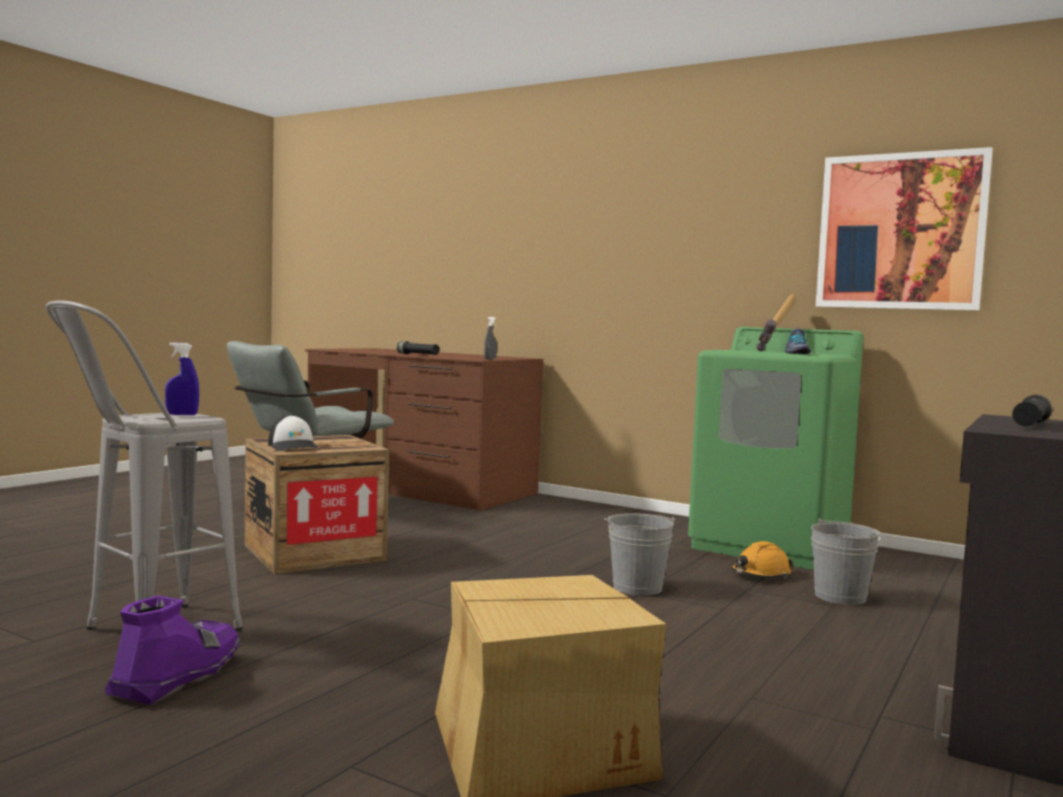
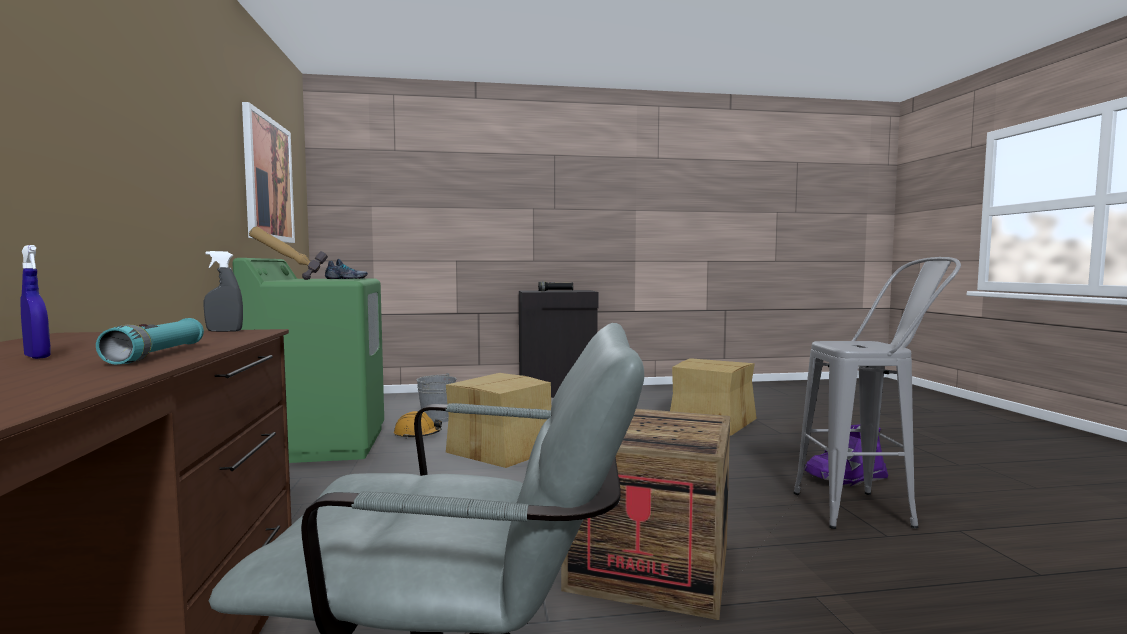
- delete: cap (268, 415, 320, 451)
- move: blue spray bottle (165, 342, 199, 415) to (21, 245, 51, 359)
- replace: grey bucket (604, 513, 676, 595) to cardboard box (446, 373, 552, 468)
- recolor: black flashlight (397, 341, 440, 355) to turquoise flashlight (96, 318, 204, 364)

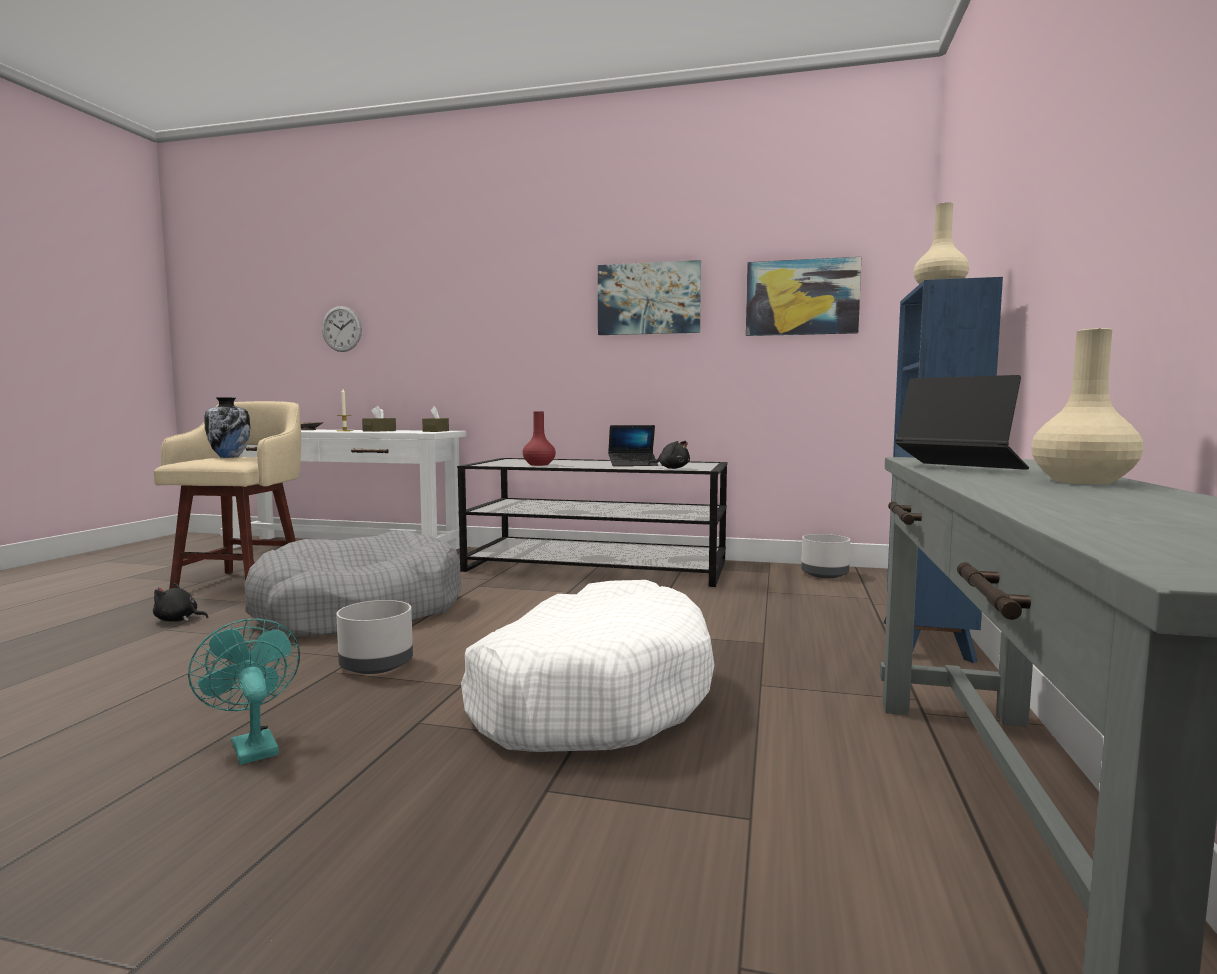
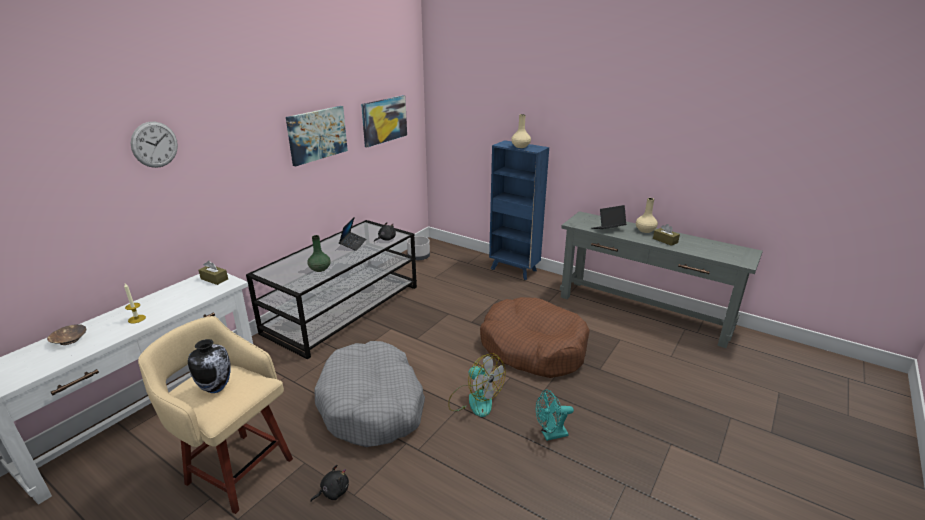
- move: wall clock (322, 306, 362, 352) to (131, 122, 178, 168)
- move: brown tissue box (362, 406, 396, 432) to (653, 224, 680, 246)
- replace: grey planter (336, 600, 413, 674) to fan (448, 353, 506, 417)
- recolor: white dog bed (461, 580, 714, 752) to brown dog bed (480, 297, 590, 378)
- recolor: red vase (523, 411, 556, 466) to green vase (308, 235, 331, 272)
- rotate: black plush toy (153, 583, 208, 622) = (310, 465, 349, 502) 150 degrees counterclockwise

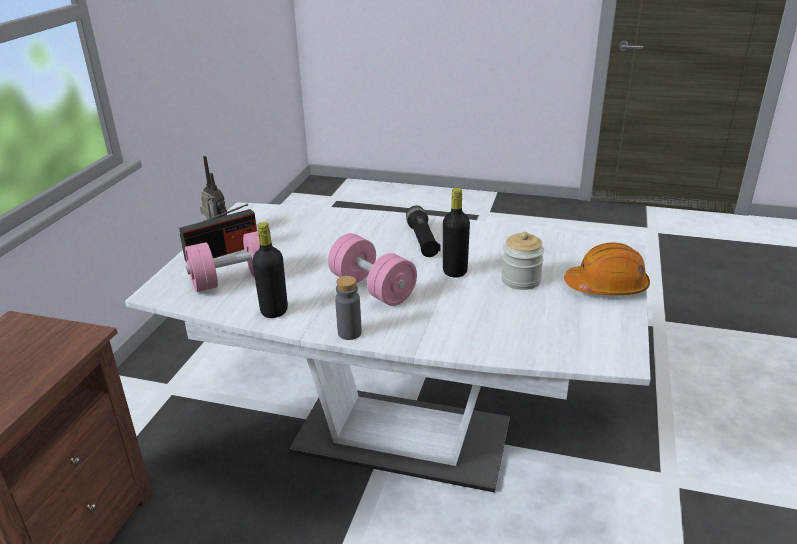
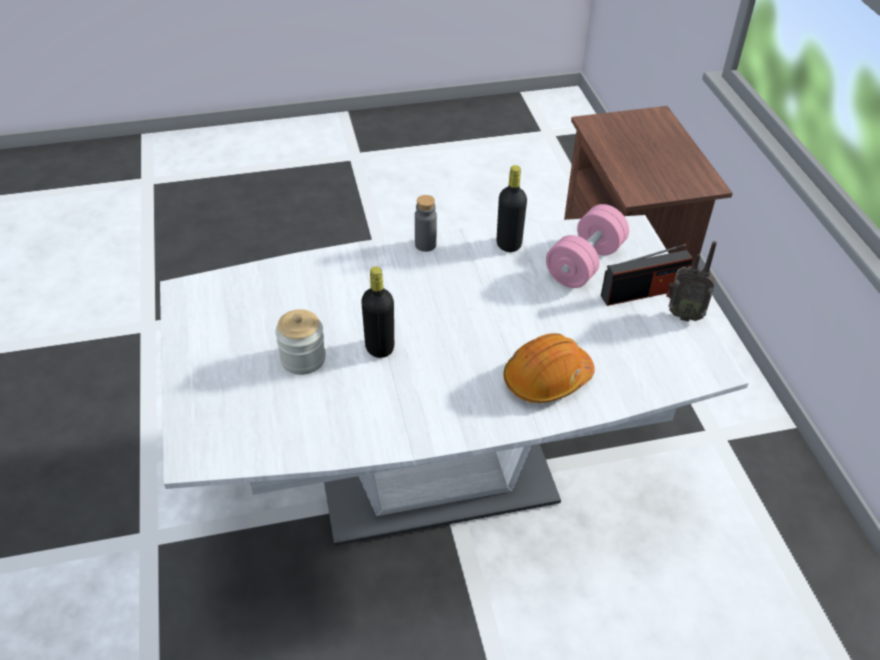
- delete: pink dumbbell (328, 233, 417, 306)
- delete: black flashlight (406, 206, 441, 257)
- move: orange hard hat (564, 242, 650, 295) to (503, 333, 595, 403)
- rotate: radio (179, 204, 257, 262) = (601, 244, 693, 306) 135 degrees counterclockwise

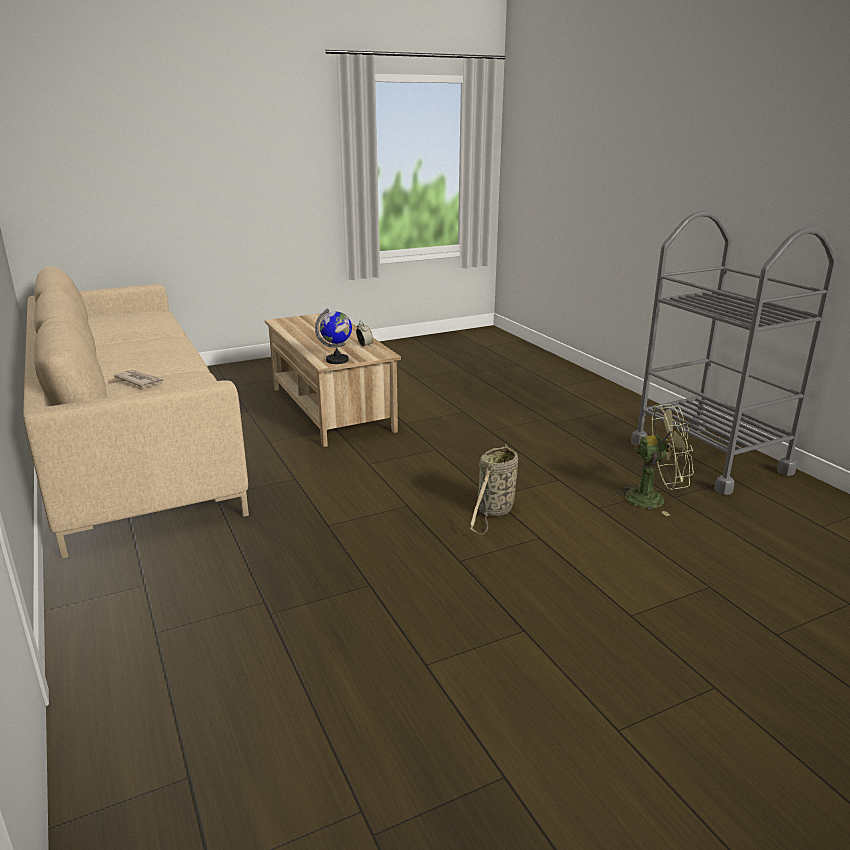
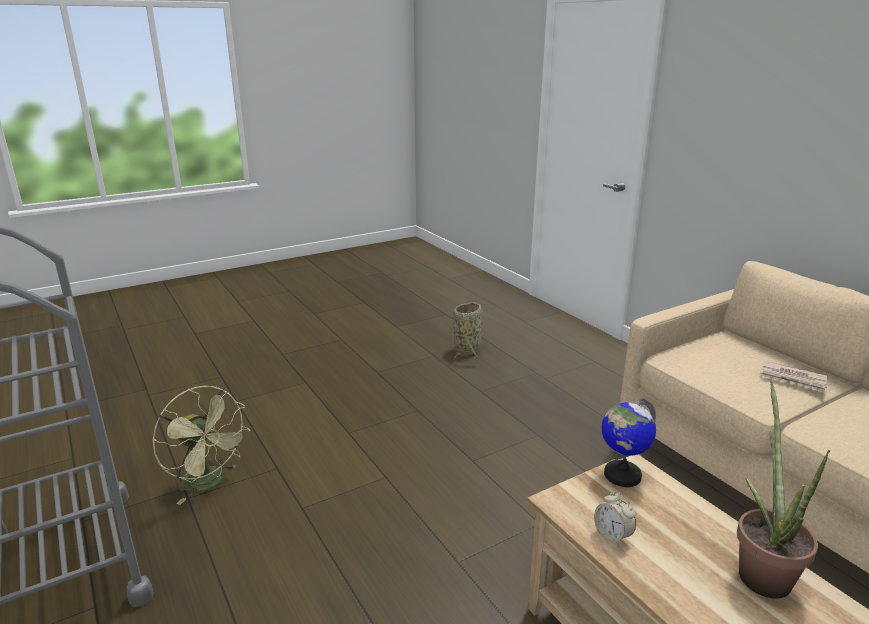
- insert: potted plant (737, 382, 830, 599)
- move: basket (470, 444, 519, 534) to (453, 302, 483, 361)
- rotate: green fan (612, 404, 694, 516) = (152, 386, 250, 505) 135 degrees counterclockwise

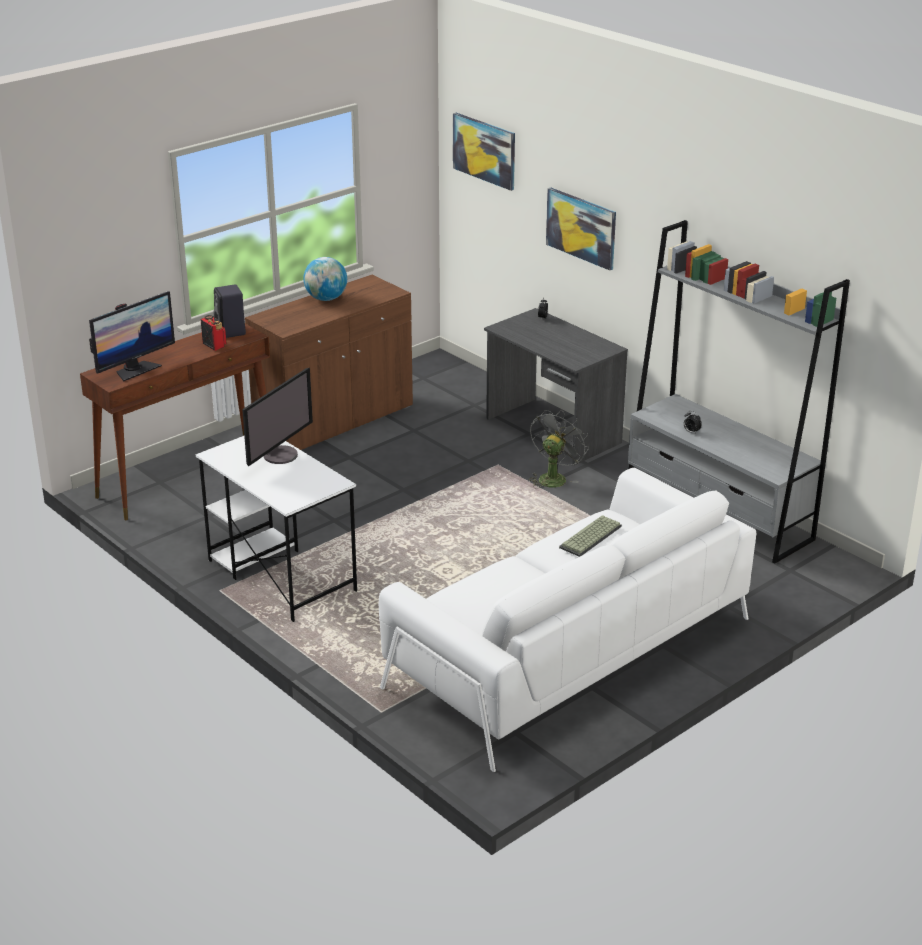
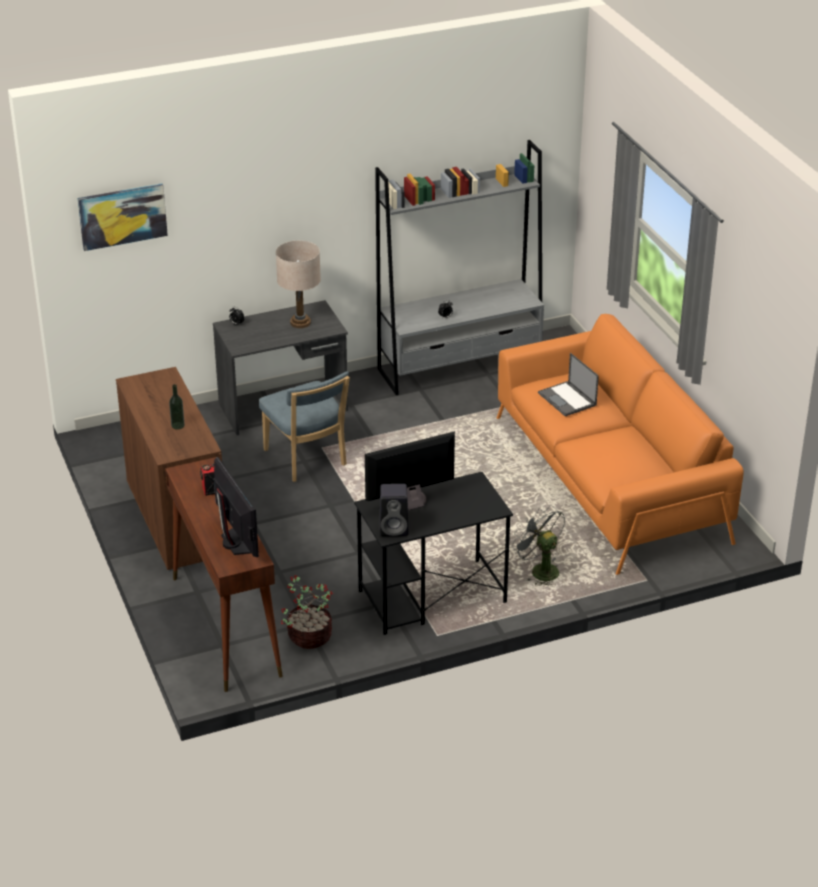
- delete: globe (303, 257, 347, 301)
- delete: picture (546, 188, 616, 271)
- insert: bottle (169, 384, 185, 429)
- insert: blue chair (259, 371, 350, 482)
- insert: beige table lamp (276, 241, 321, 328)
- insert: potted plant (281, 575, 334, 649)
- move: black speaker (214, 284, 246, 338) to (380, 484, 409, 536)
- move: grey fan (529, 409, 589, 488) to (512, 505, 565, 587)
- replace: keyboard (559, 515, 622, 557) to laptop (538, 353, 599, 416)
- recolor: white desk (196, 436, 357, 622) to black desk (354, 472, 513, 635)
- recolor: white sofa (379, 468, 756, 772) to orange sofa (497, 314, 744, 575)
- rotate: monitor (242, 368, 313, 467) = (365, 431, 455, 510) 75 degrees counterclockwise

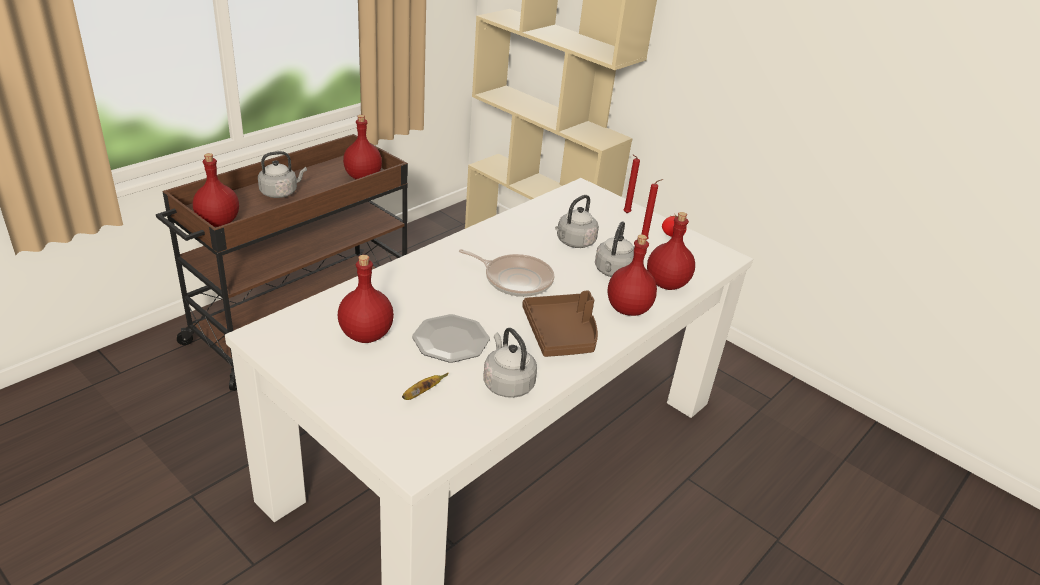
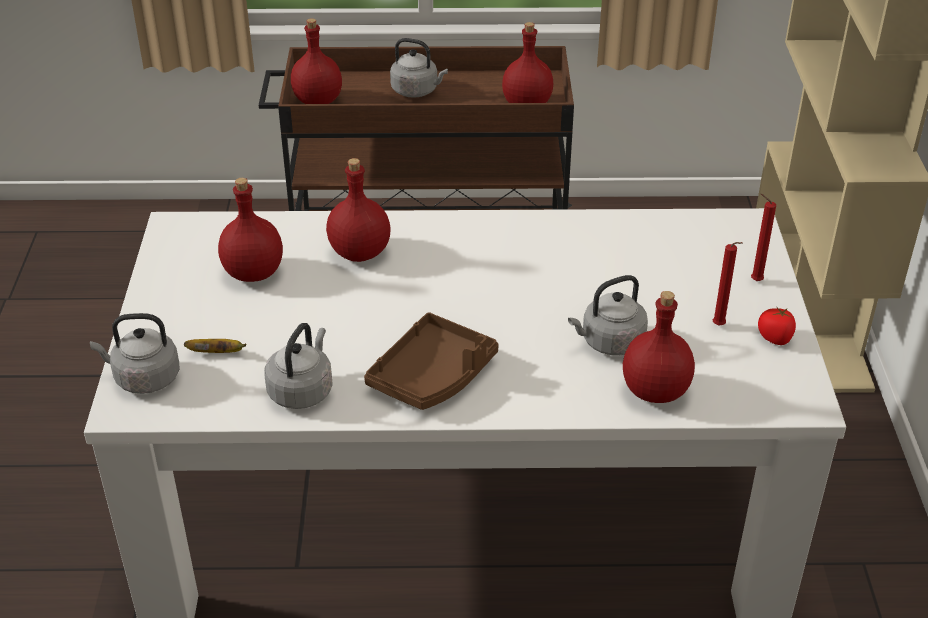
- delete: plate (412, 314, 490, 363)
- delete: frying pan (459, 249, 554, 297)
- move: grey kettle (555, 195, 599, 248) to (90, 313, 179, 394)
- move: red bottle (607, 235, 657, 316) to (326, 158, 391, 262)

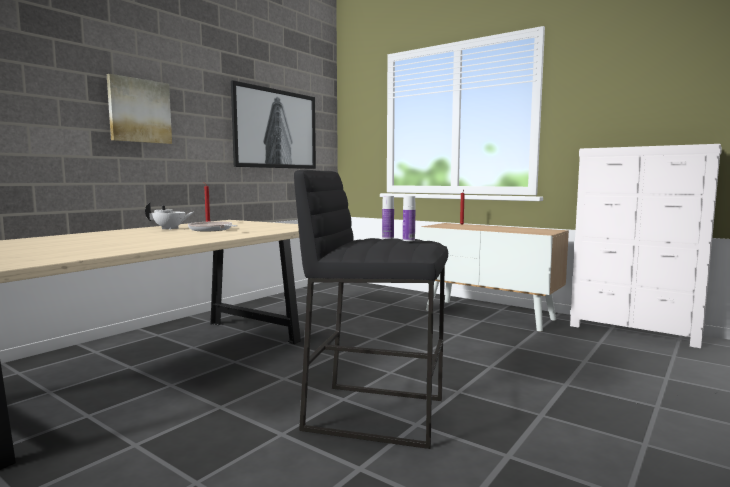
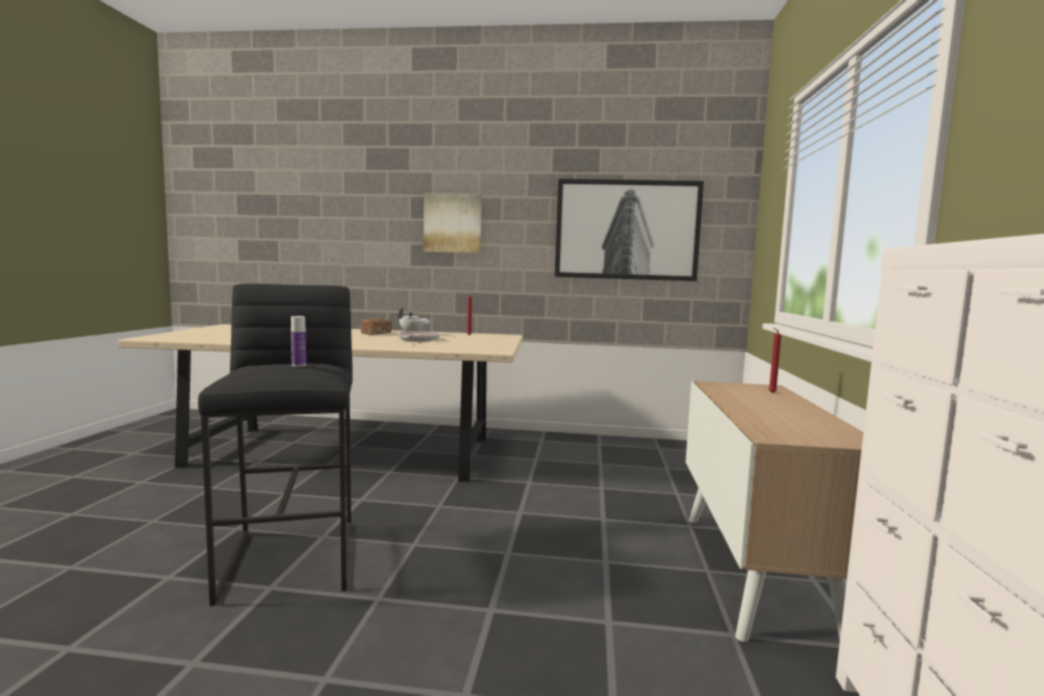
- delete: bottle (403, 196, 415, 241)
- insert: bread (360, 318, 392, 335)

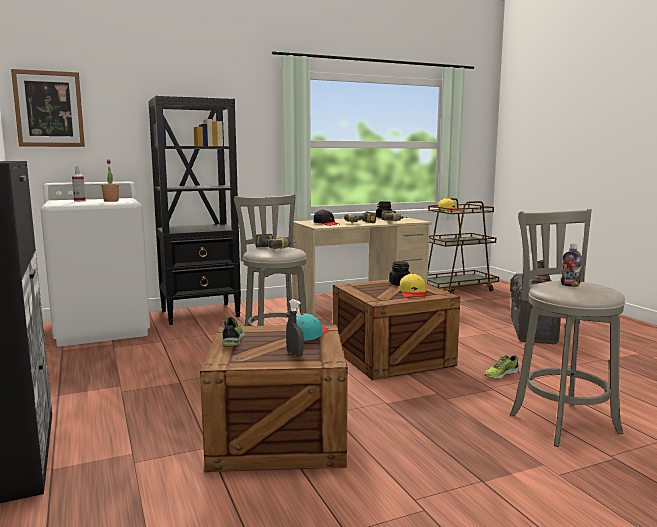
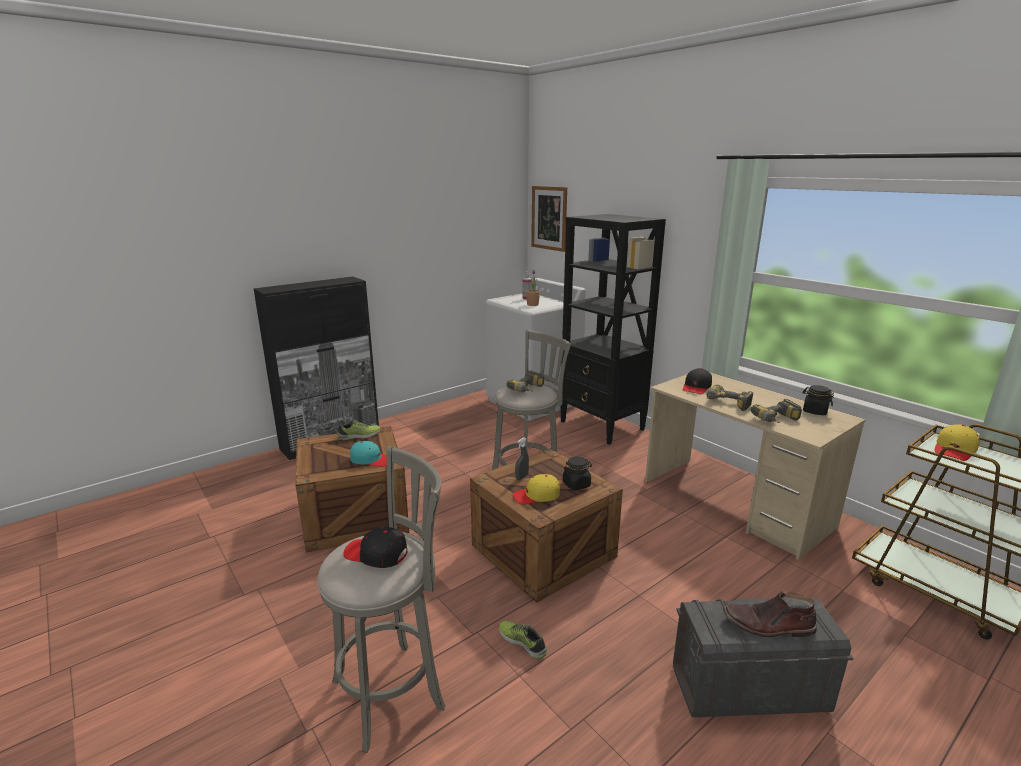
- move: grey spray bottle (286, 299, 304, 356) to (515, 437, 529, 480)
- replace: bottle (561, 244, 582, 287) to black cap (343, 527, 408, 568)

